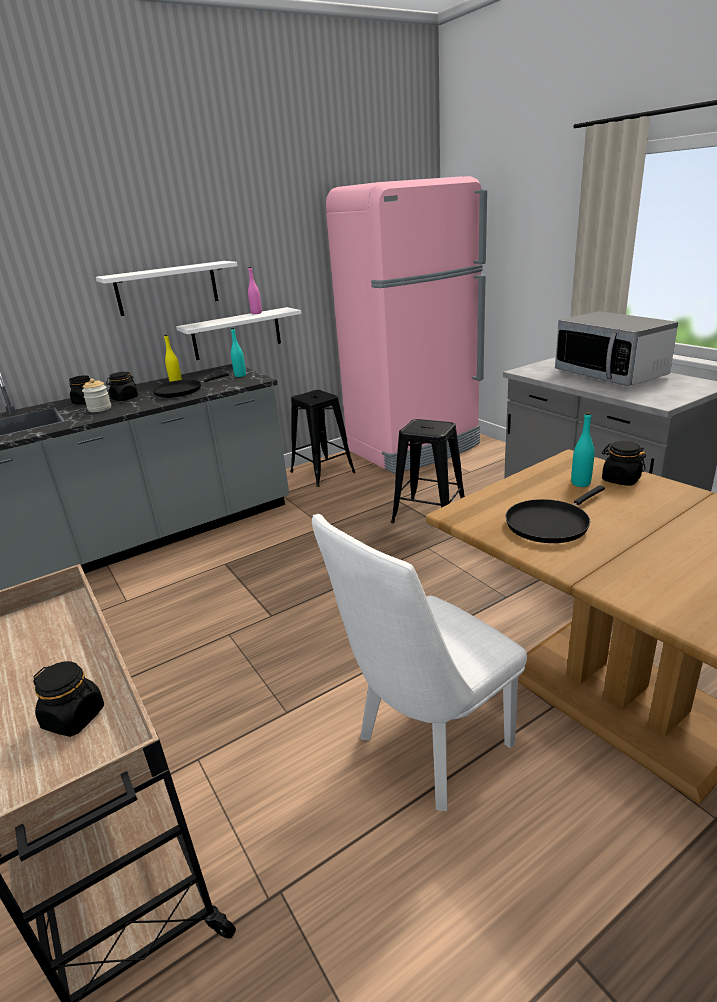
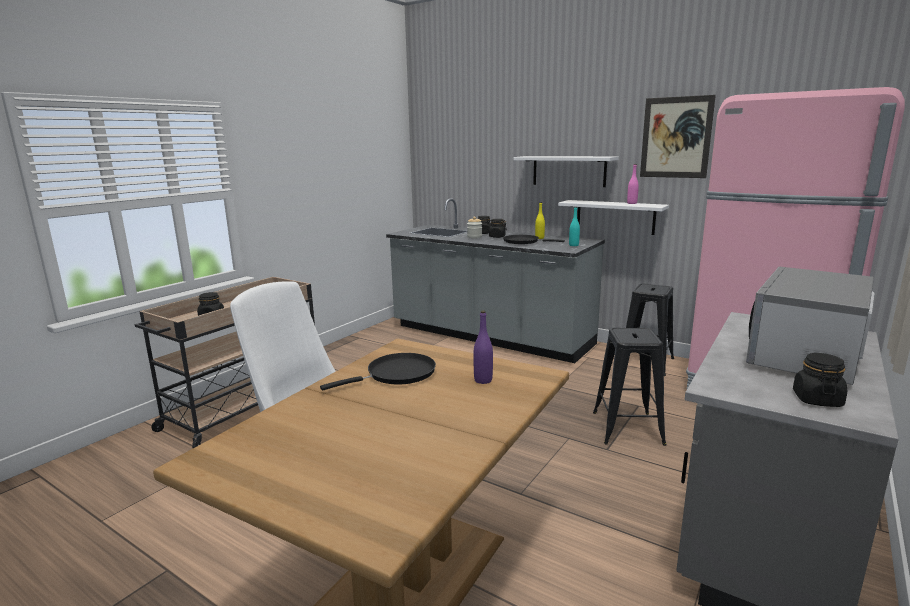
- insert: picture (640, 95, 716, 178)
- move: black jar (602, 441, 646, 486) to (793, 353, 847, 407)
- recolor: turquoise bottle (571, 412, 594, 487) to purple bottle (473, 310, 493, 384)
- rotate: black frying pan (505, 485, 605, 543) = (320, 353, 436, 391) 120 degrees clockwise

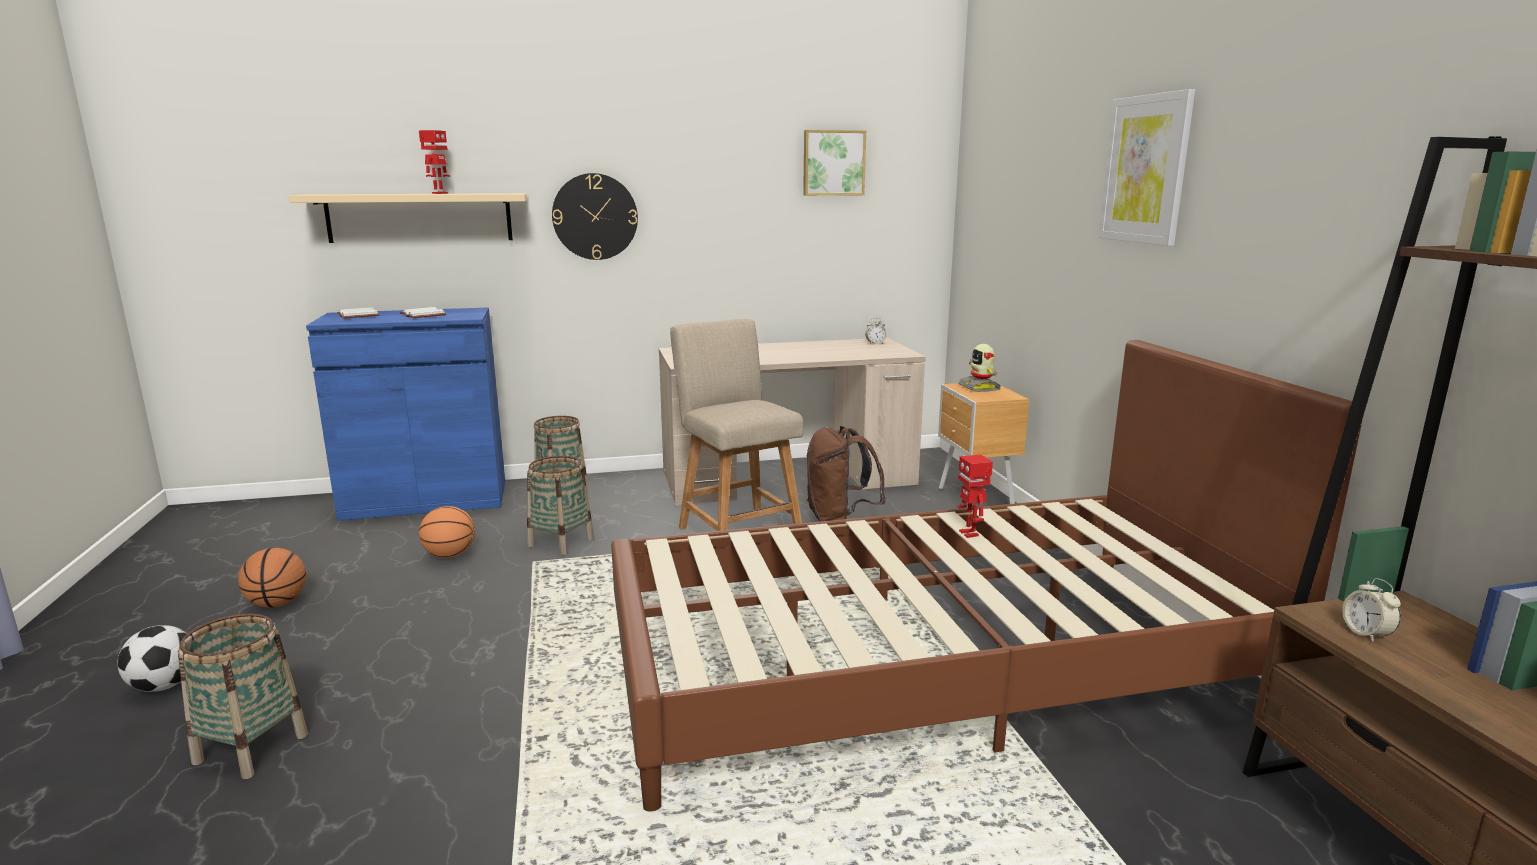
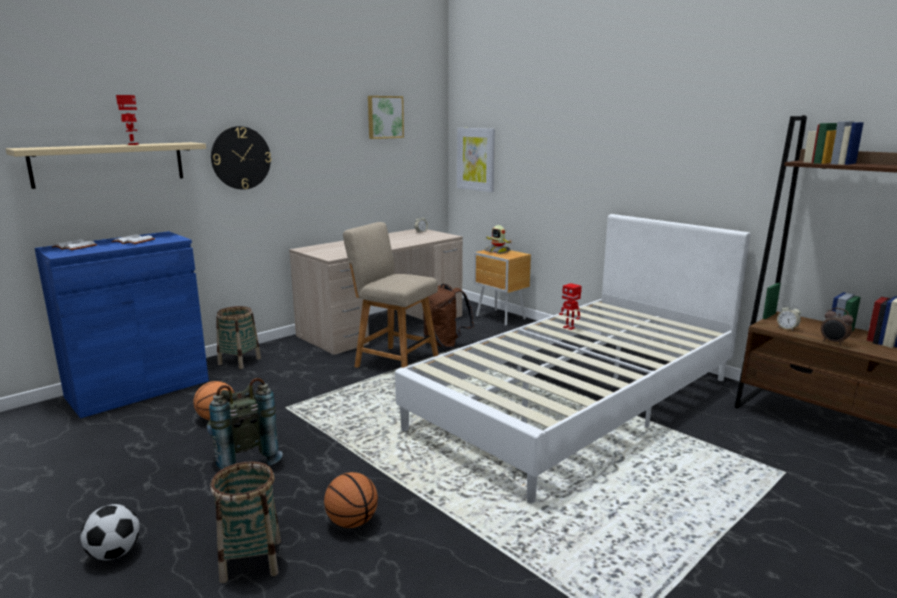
- delete: basket (527, 456, 594, 556)
- insert: grey backpack (207, 378, 283, 469)
- insert: alarm clock (821, 308, 854, 345)
- move: basketball (238, 548, 306, 607) to (324, 472, 378, 528)
- move: picture (1098, 89, 1195, 246) to (457, 128, 495, 192)
- recolor: brown bed (611, 340, 1364, 811) to white bed (395, 214, 750, 503)

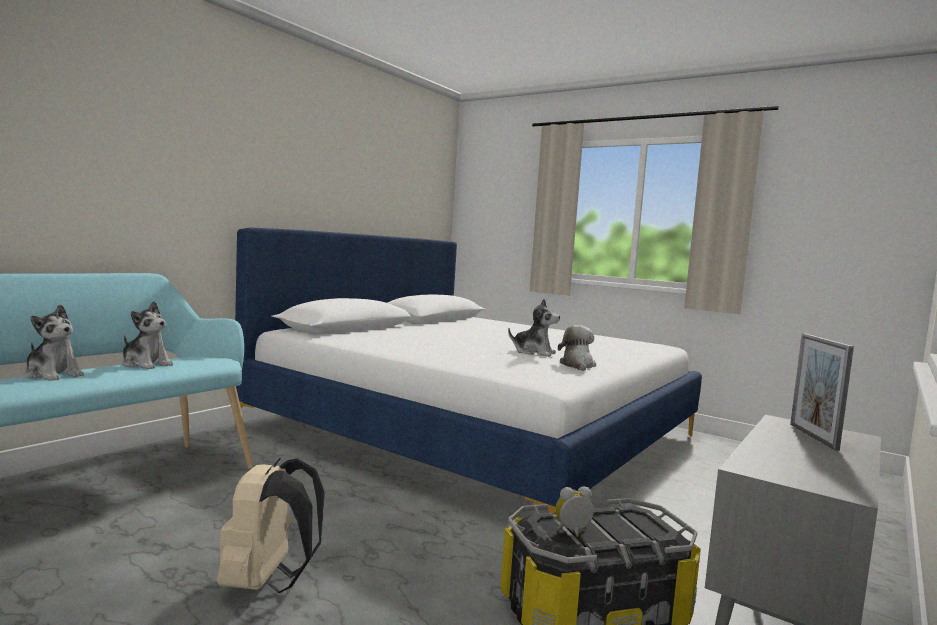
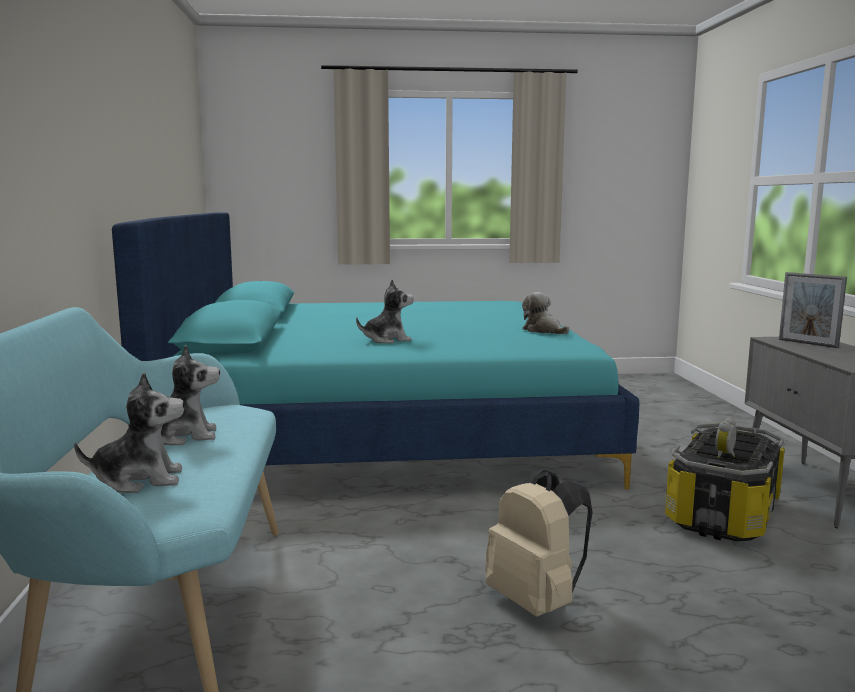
- move: plush toy (508, 299, 560, 357) to (356, 280, 414, 343)
- recolor: white bed (235, 228, 702, 514) to turquoise bed (112, 213, 639, 489)

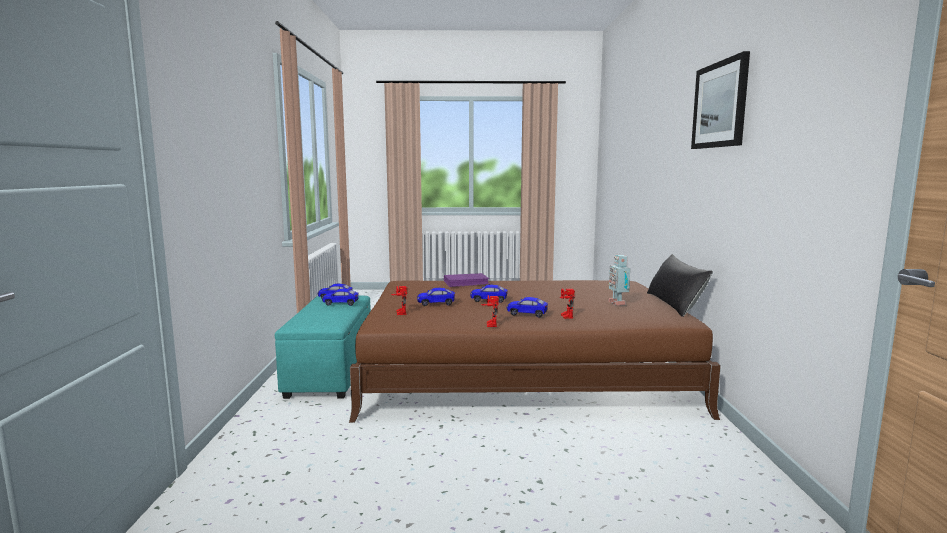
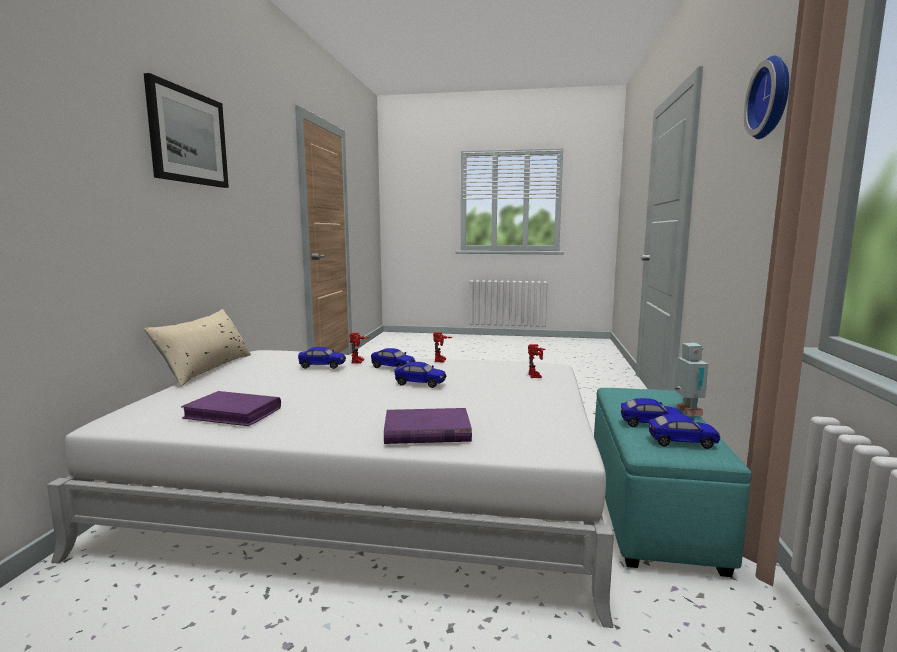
- insert: purple book (181, 391, 281, 426)
- insert: wall clock (744, 55, 789, 139)
- move: toy car (417, 288, 455, 306) to (298, 347, 346, 369)
- move: toy robot (608, 255, 630, 306) to (674, 343, 708, 416)
- recolor: brown bed (349, 280, 721, 423) to white bed (47, 350, 614, 628)
- recolor: black pillow (647, 254, 713, 317) to beige pillow (144, 309, 251, 386)

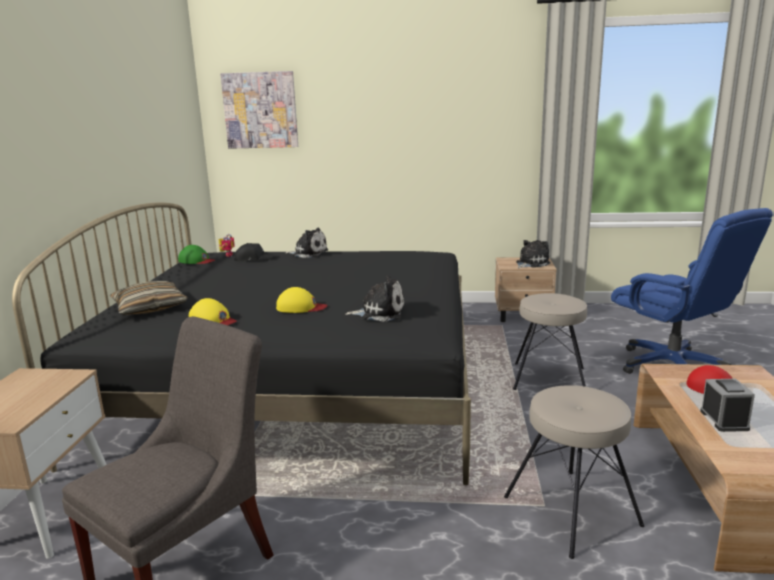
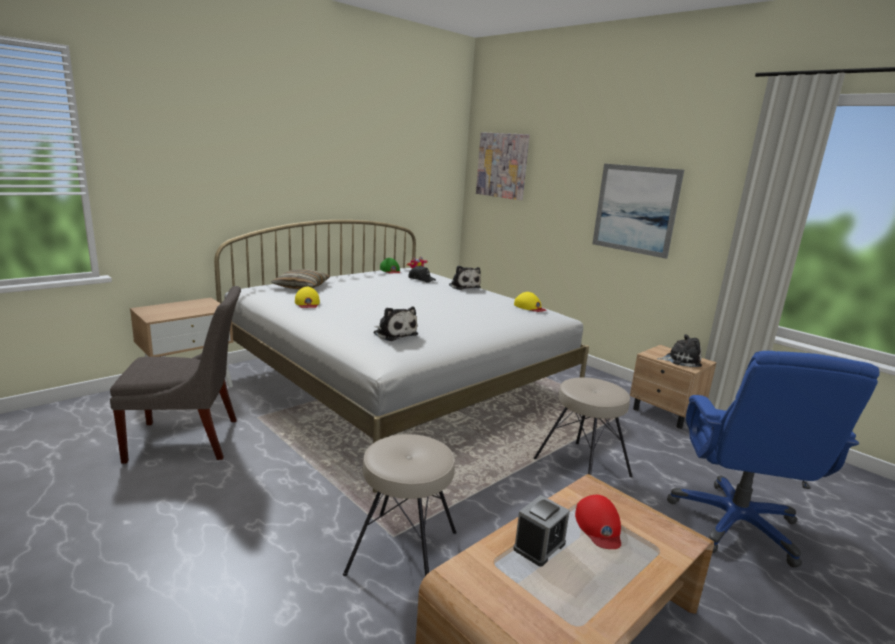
- insert: picture (592, 164, 684, 259)
- move: yellow cap (276, 287, 328, 313) to (514, 292, 546, 312)
- recolor: black bed (12, 202, 471, 485) to white bed (214, 220, 589, 493)

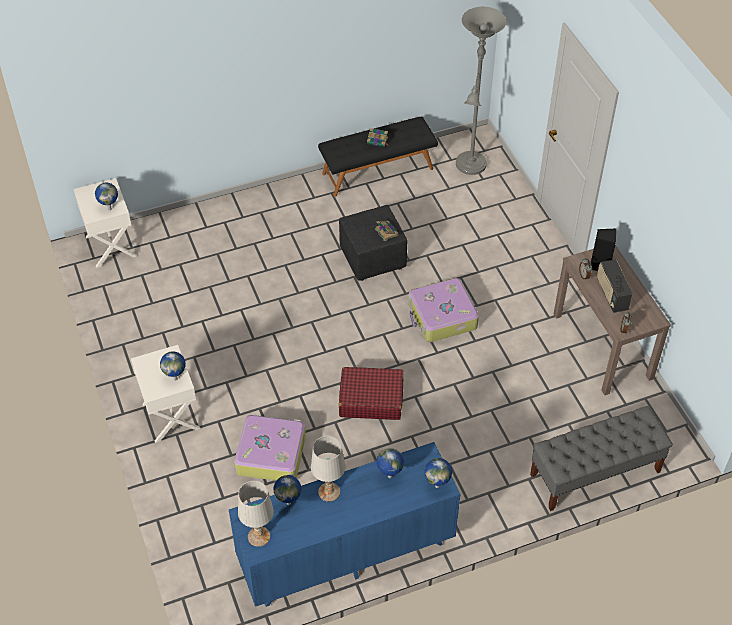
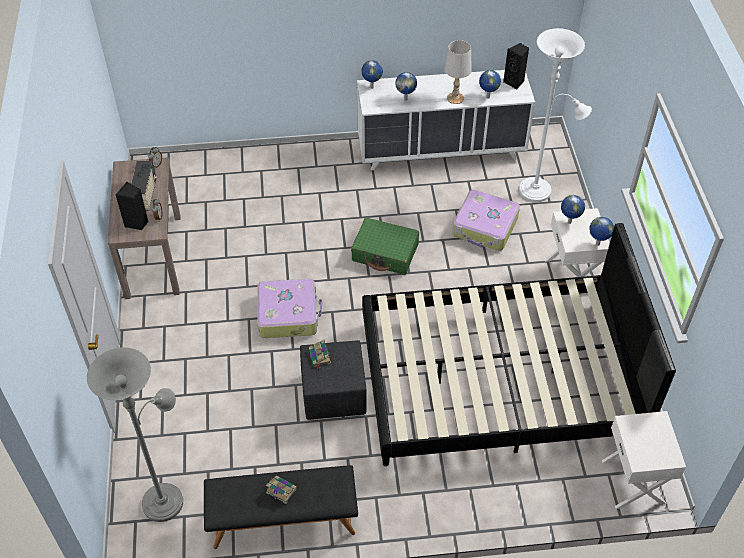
- delete: grey bench (530, 406, 673, 511)
- insert: black bed (362, 223, 676, 466)
- insert: white floor lamp (519, 28, 592, 202)
- move: globe (95, 183, 118, 211) to (589, 217, 614, 246)
- replace: white table lamp (238, 481, 274, 547) to black speaker (503, 43, 529, 90)
- recolor: blue dresser (229, 442, 460, 607) to white dresser (357, 70, 535, 170)
- recolor: red suitcase (339, 367, 404, 420) to green suitcase (351, 217, 419, 275)

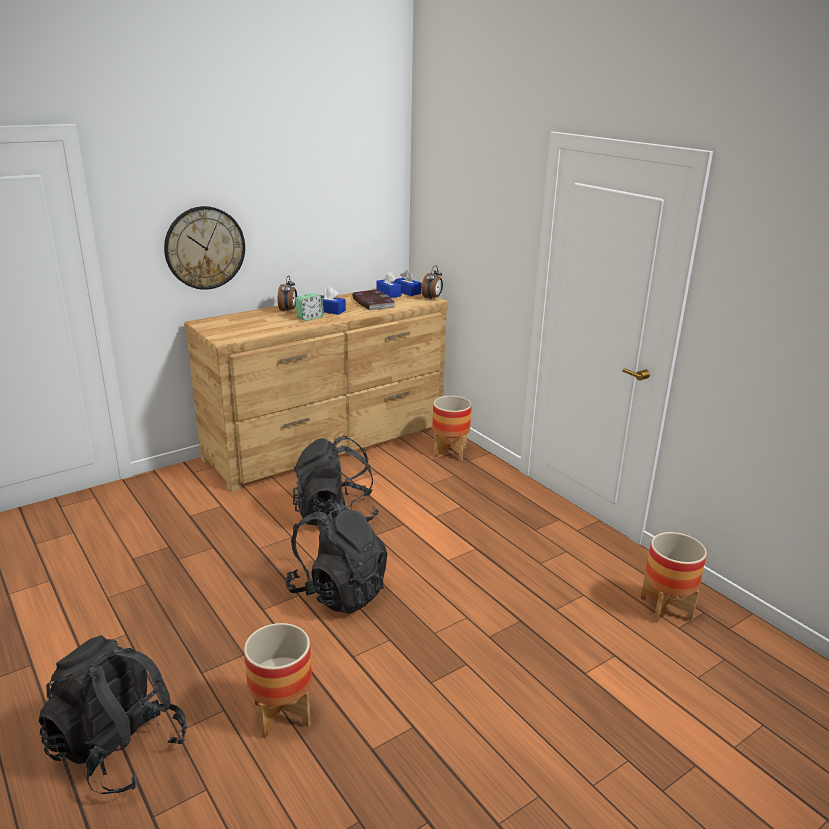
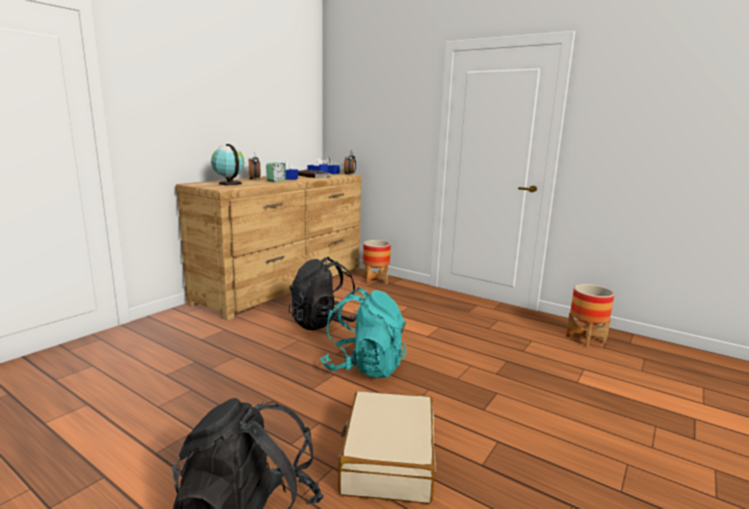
- delete: wall clock (164, 206, 245, 290)
- insert: globe (211, 144, 244, 185)
- replace: planter (244, 623, 312, 738) to beige suitcase (338, 391, 436, 504)
- recolor: black backpack (285, 500, 388, 614) to turquoise backpack (320, 288, 406, 378)

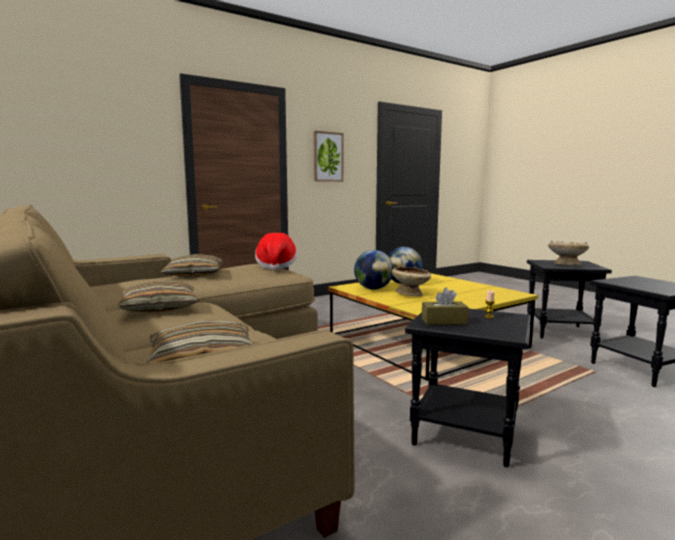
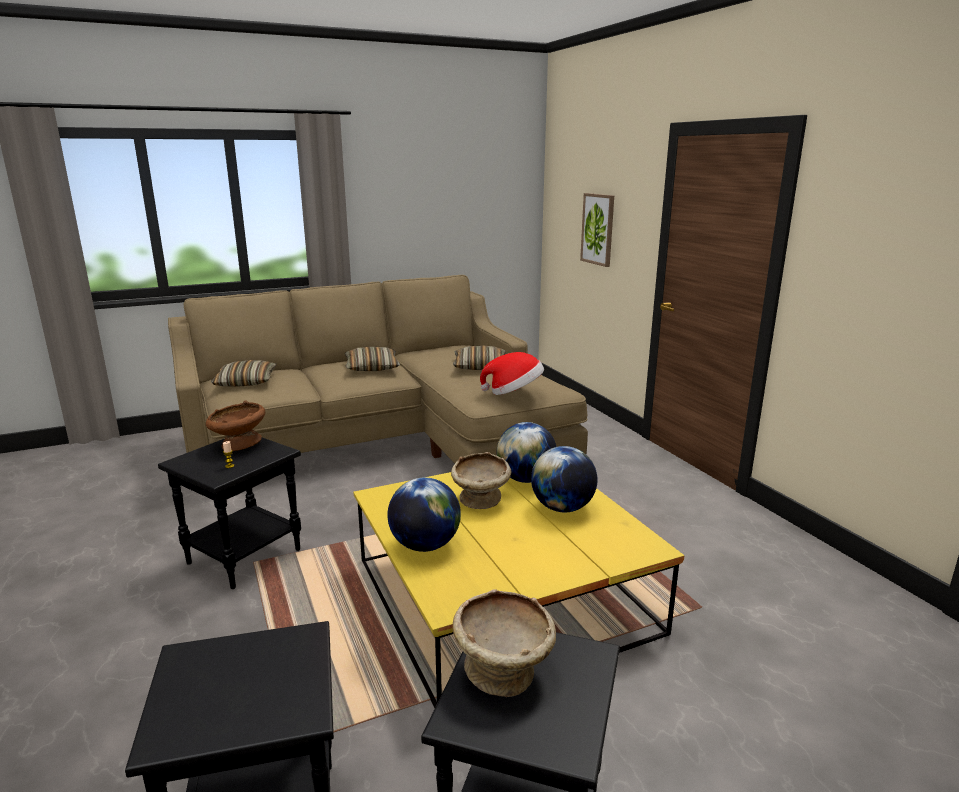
- insert: globe (387, 477, 461, 552)
- move: picture (314, 131, 343, 182) to (580, 193, 614, 267)
- replace: brown tissue box (422, 288, 468, 325) to brown bowl (206, 401, 265, 451)

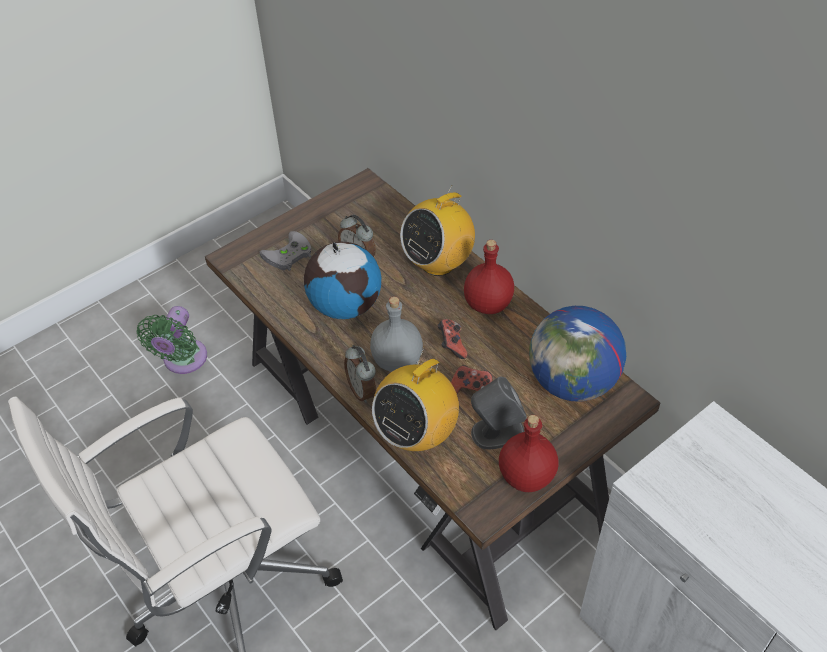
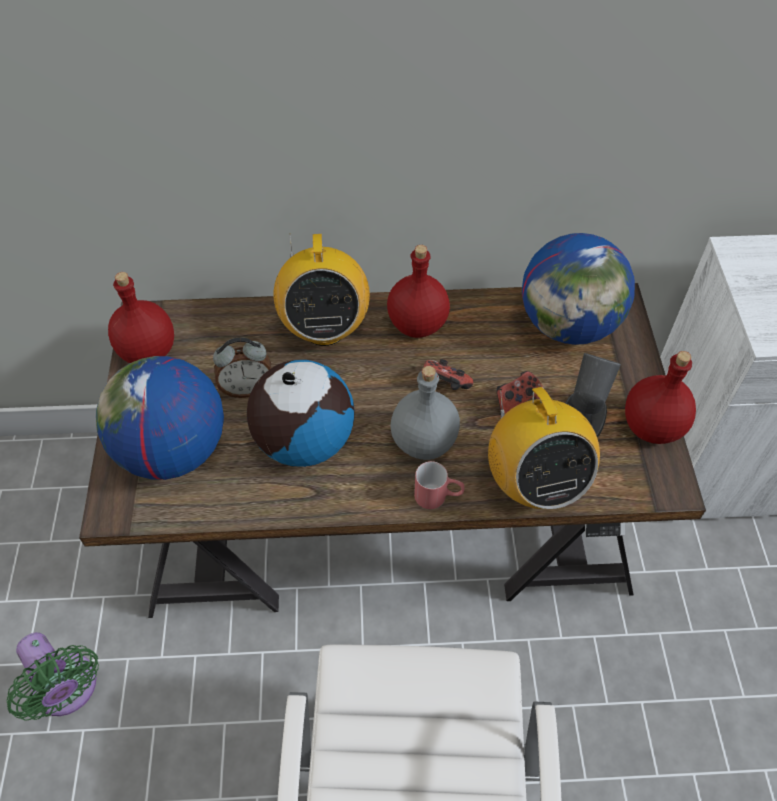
- insert: red bottle (108, 272, 174, 363)
- replace: grey game controller (259, 231, 311, 271) to globe (96, 356, 224, 480)
- replace: alarm clock (344, 345, 376, 403) to red mug (414, 461, 465, 509)

